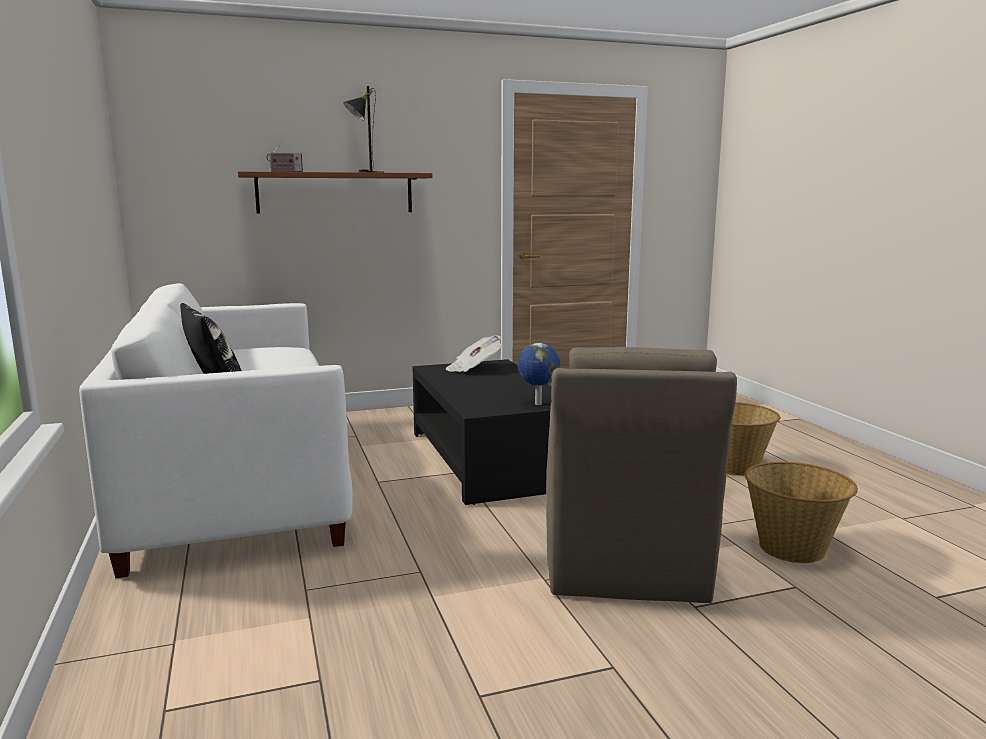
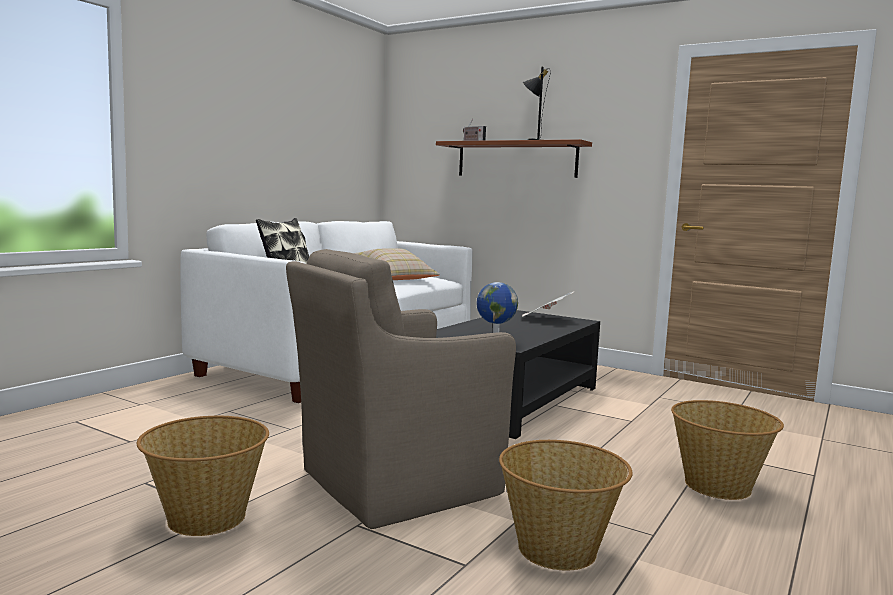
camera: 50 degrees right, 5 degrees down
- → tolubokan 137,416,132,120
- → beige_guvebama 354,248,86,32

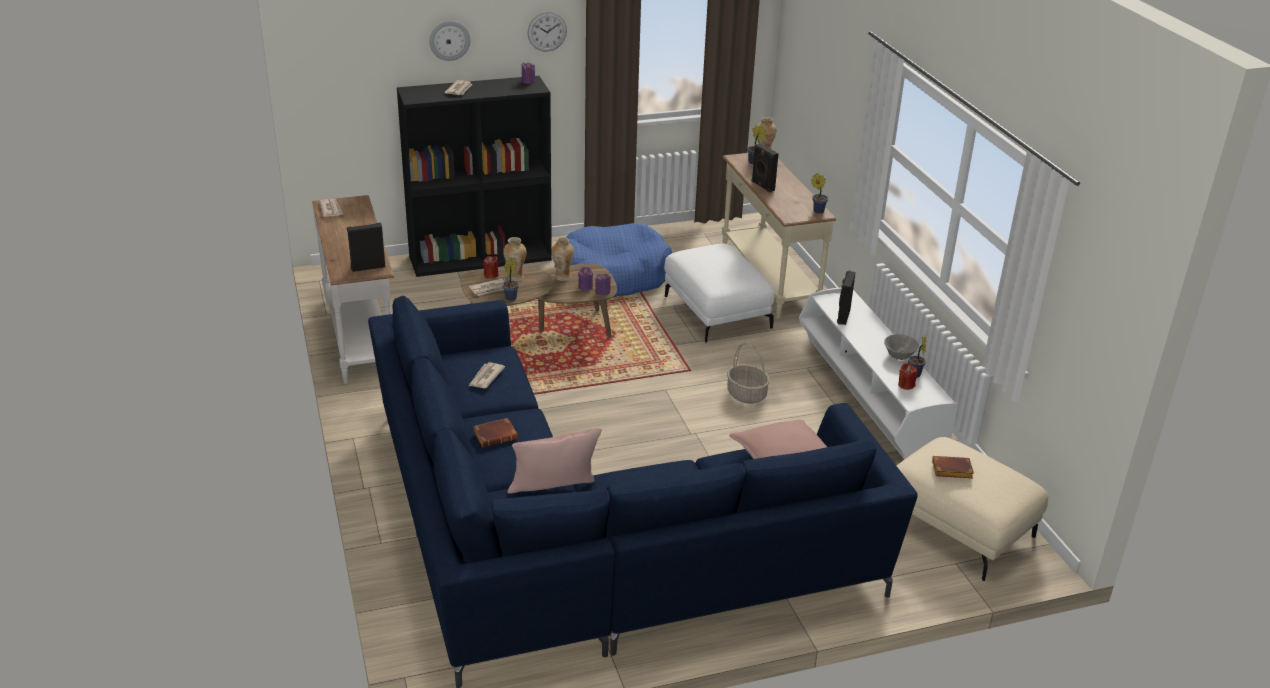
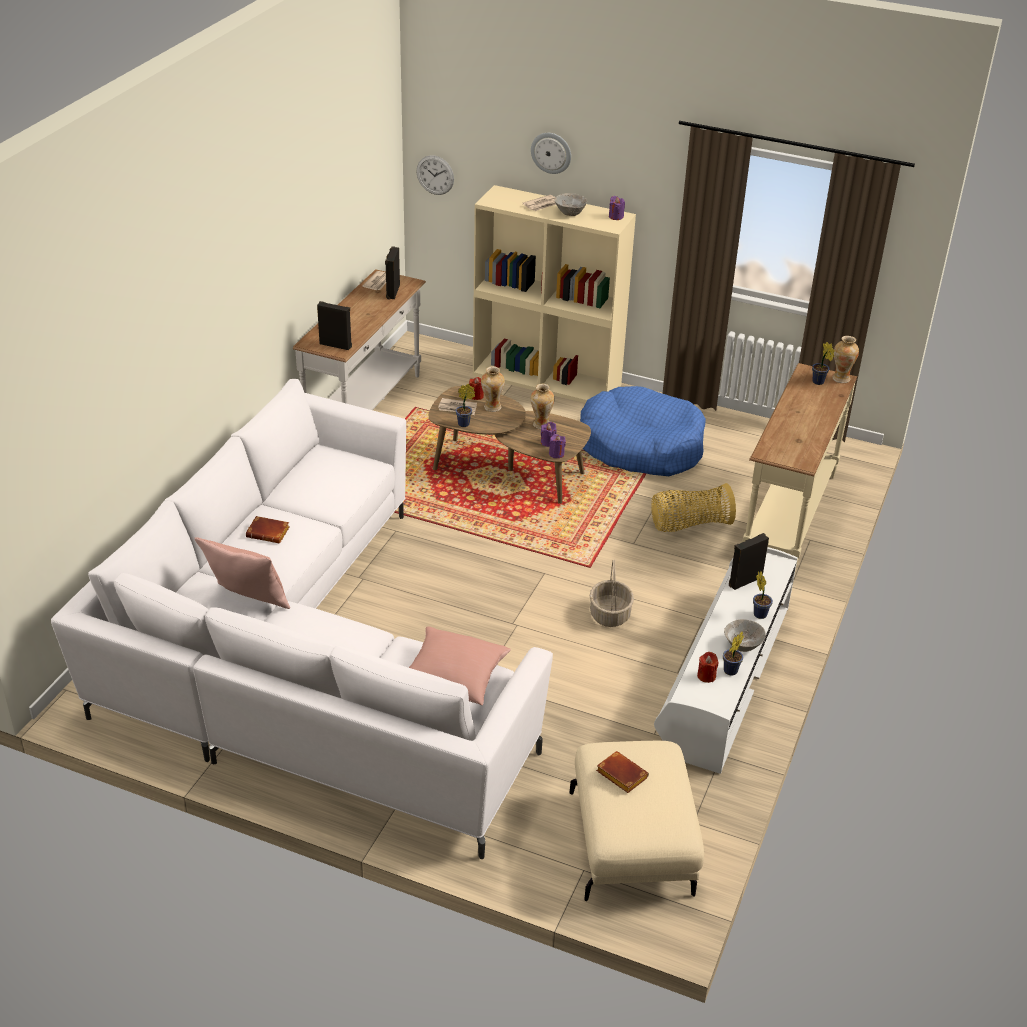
camera: 40 degrees right, 5 degrees up
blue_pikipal 368,296,550,392 → white_pikipal 51,379,502,480
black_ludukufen 397,76,155,201 → beige_ludukufen 473,185,163,218
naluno 469,362,36,26 → -
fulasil 527,12,40,40 → fulasil 416,155,38,40, move
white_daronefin 664,244,111,99 → tolubokan 651,483,85,49
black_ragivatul 752,143,27,49 → black_ragivatul 385,246,15,53, move
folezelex 811,173,17,41 → folezelex 753,571,20,48, move
- → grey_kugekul 554,193,33,23

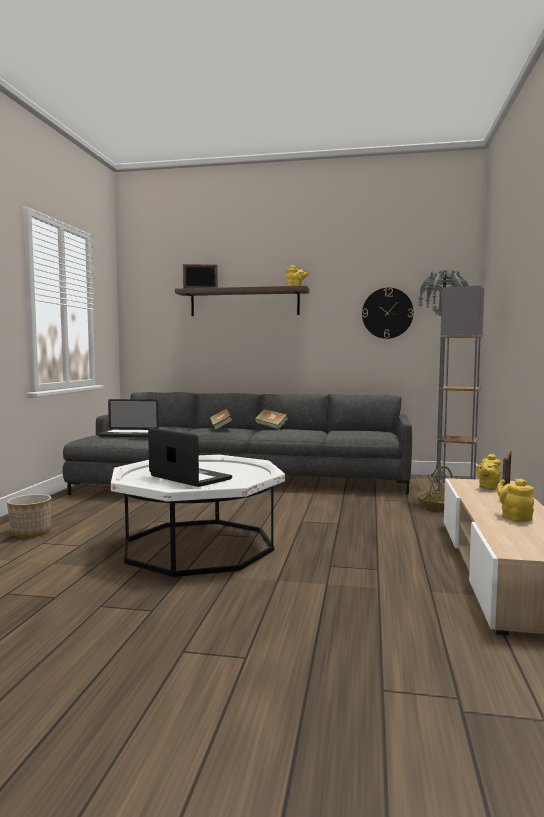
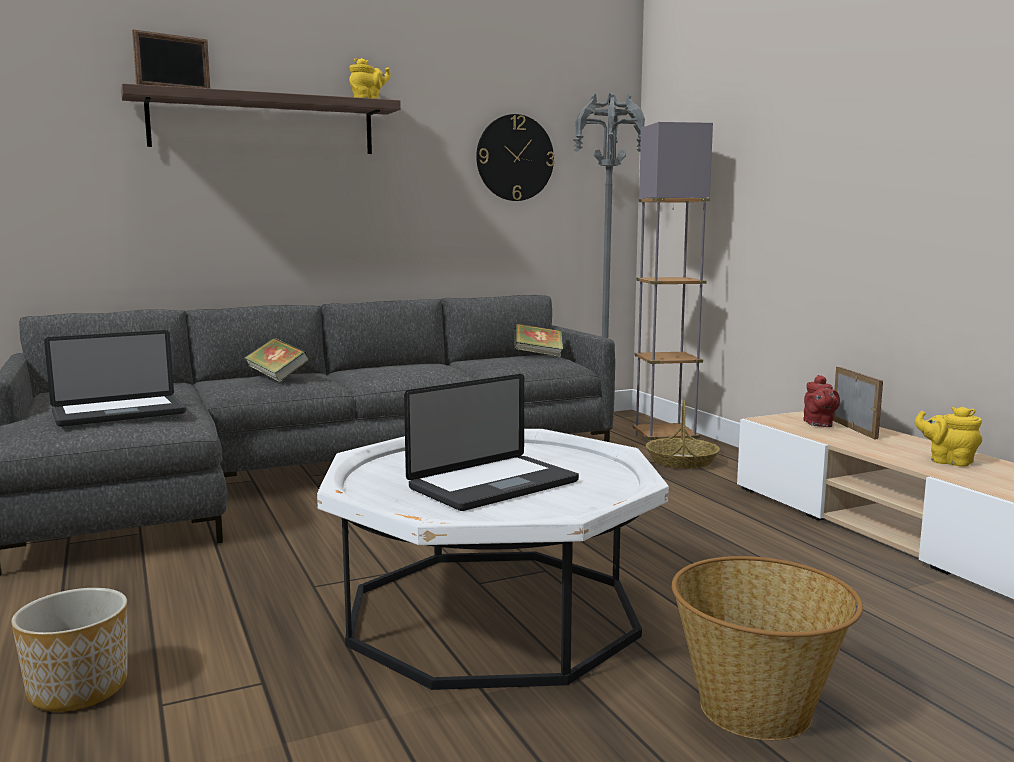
camera: 35 degrees left, 5 degrees up
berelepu 148,428,84,59 → berelepu 404,374,175,137, 135 degrees clockwise
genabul 255,409,33,21 → genabul 514,323,49,34, move
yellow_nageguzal 476,454,25,36 → red_nageguzal 803,375,37,52
- → tolubokan 672,556,191,184

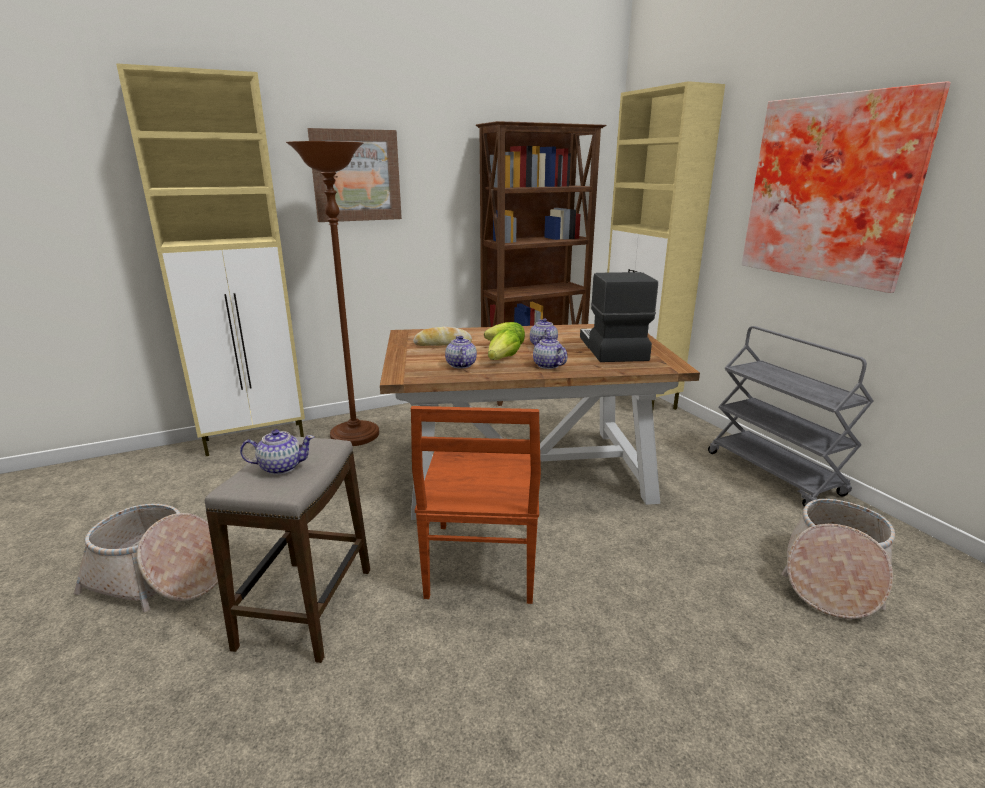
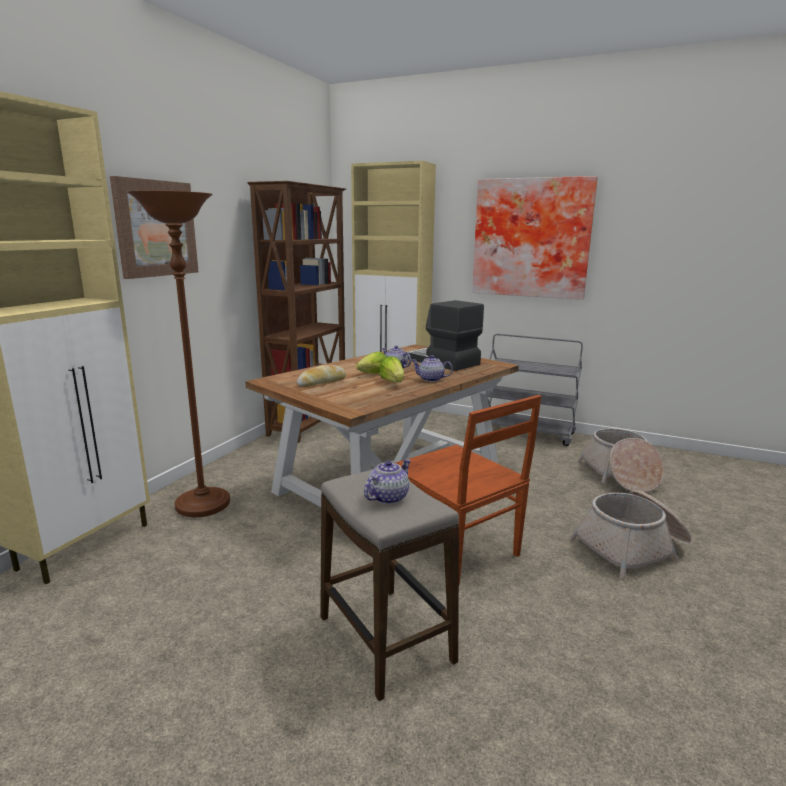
camera: 40 degrees left, 5 degrees down
tolubokan 74,504,144,108 → tolubokan 569,490,122,89, move
nageguzal 445,336,32,33 → -

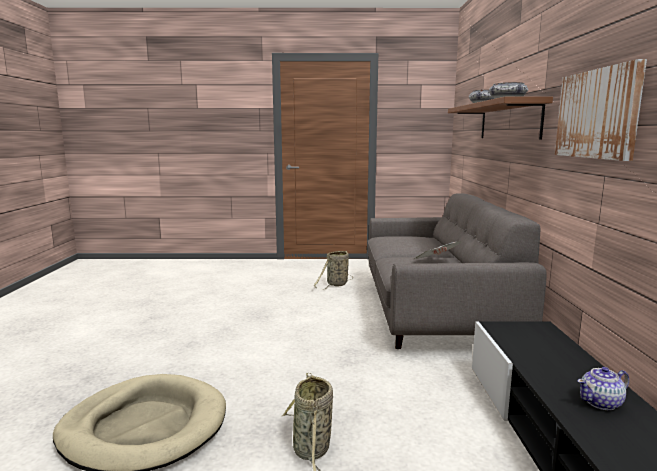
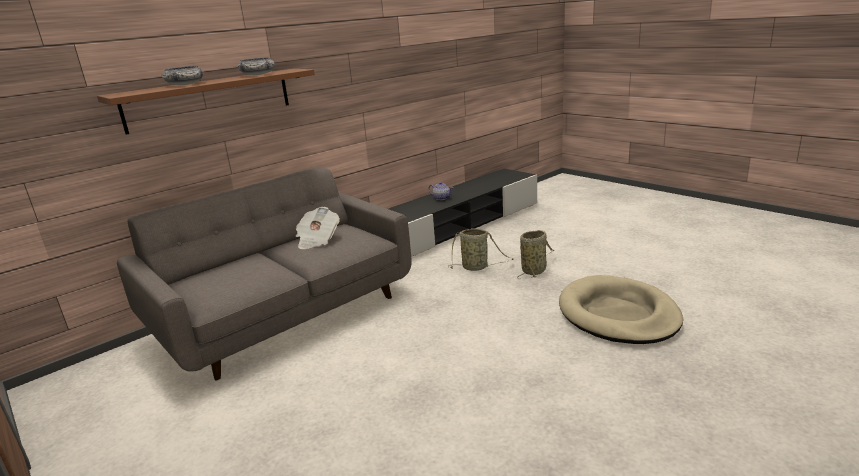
camera: 130 degrees left, 10 degrees up
tolubokan 314,251,39,39 → tolubokan 448,228,66,43, move
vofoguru 555,59,92,102 → -

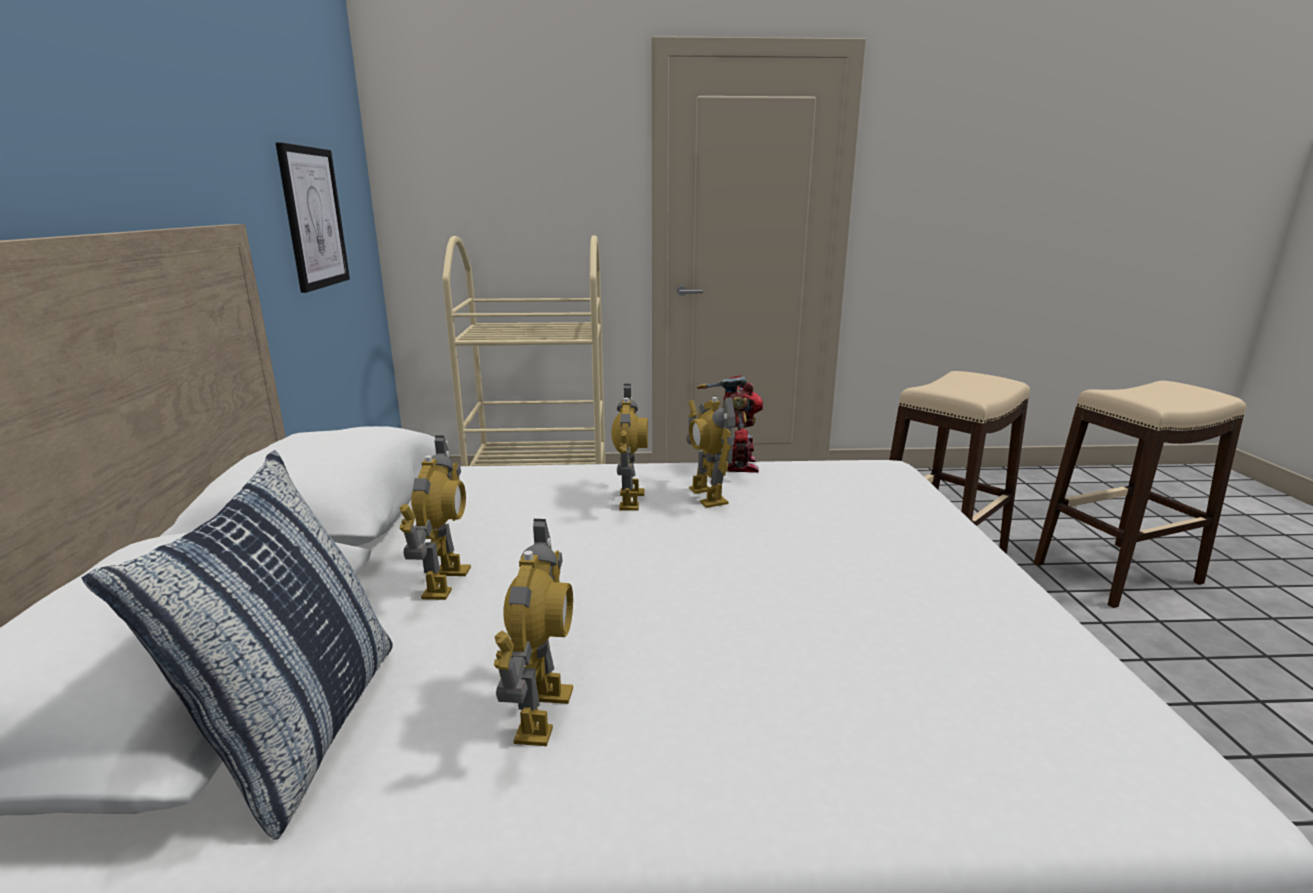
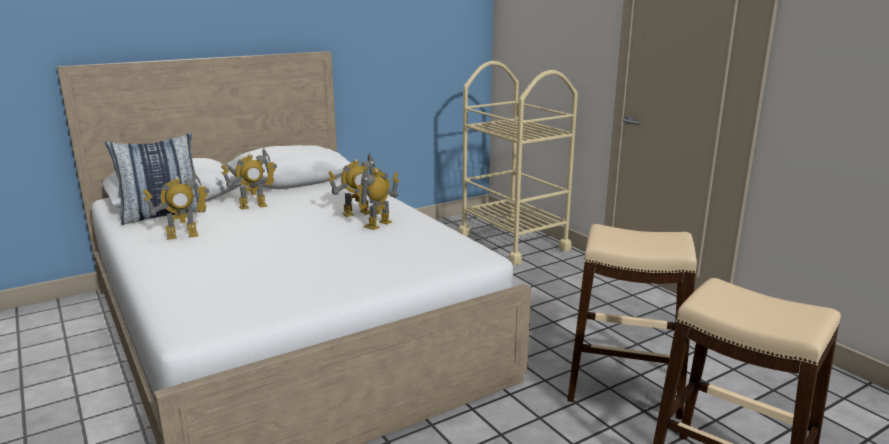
camera: 60 degrees right, 0 degrees up
vofoguru 276,142,74,151 → -
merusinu 697,375,66,98 → -

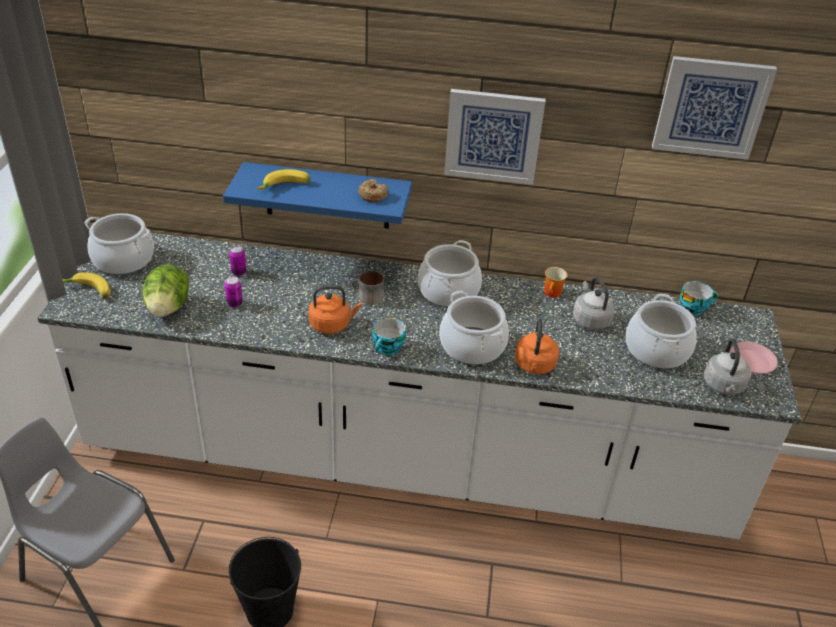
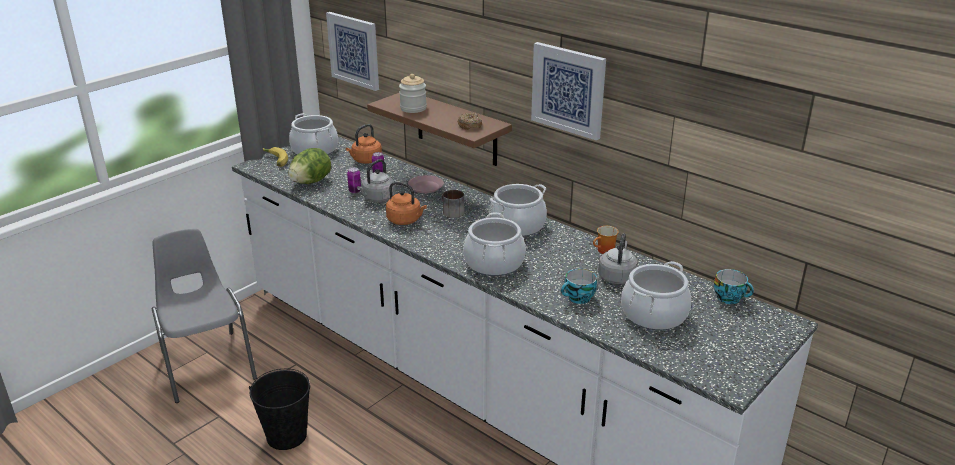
camera: 35 degrees right, 10 degrees down
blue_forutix 223,162,189,67 → brown_forutix 367,93,145,73
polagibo 257,169,53,21 → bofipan 399,74,28,39
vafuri 372,318,34,37 → vafuri 561,269,36,35, move
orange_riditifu 515,318,44,56 → orange_riditifu 346,124,36,40, move
vofoguru 652,56,125,104 → vofoguru 326,12,53,79, move
grey_riditifu 704,338,47,57 → grey_riditifu 357,159,38,44, move
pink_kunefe 730,342,48,32 → pink_kunefe 408,175,36,18, move

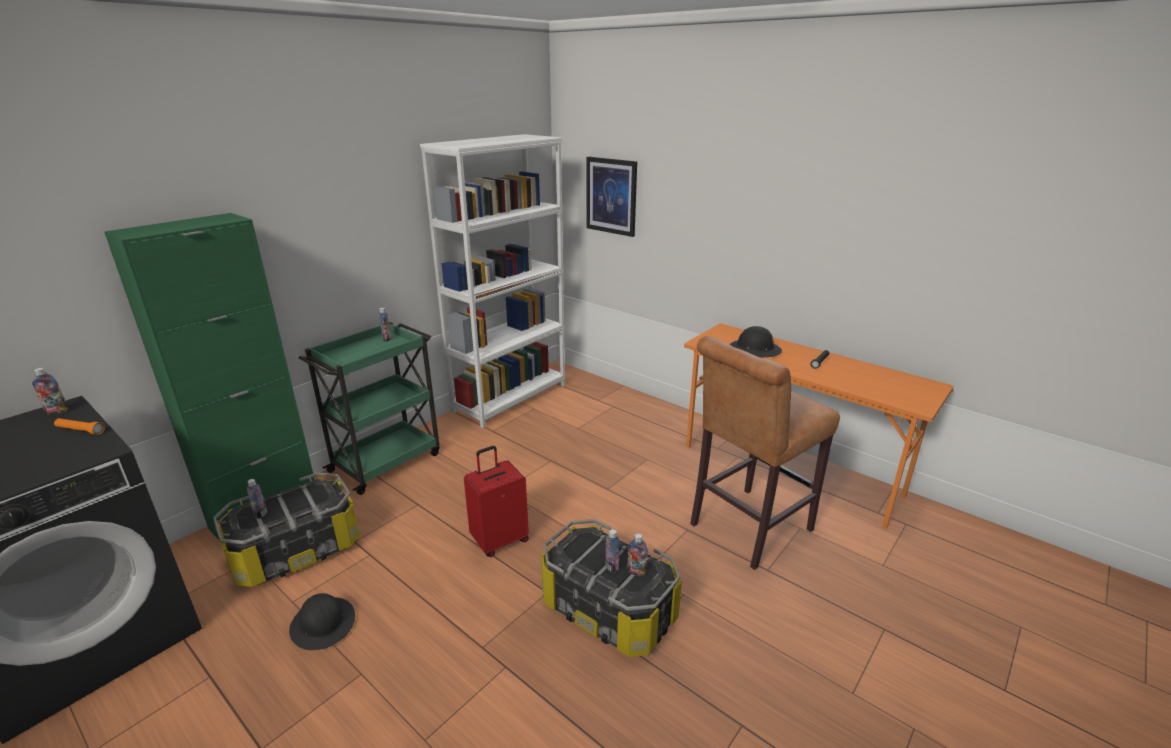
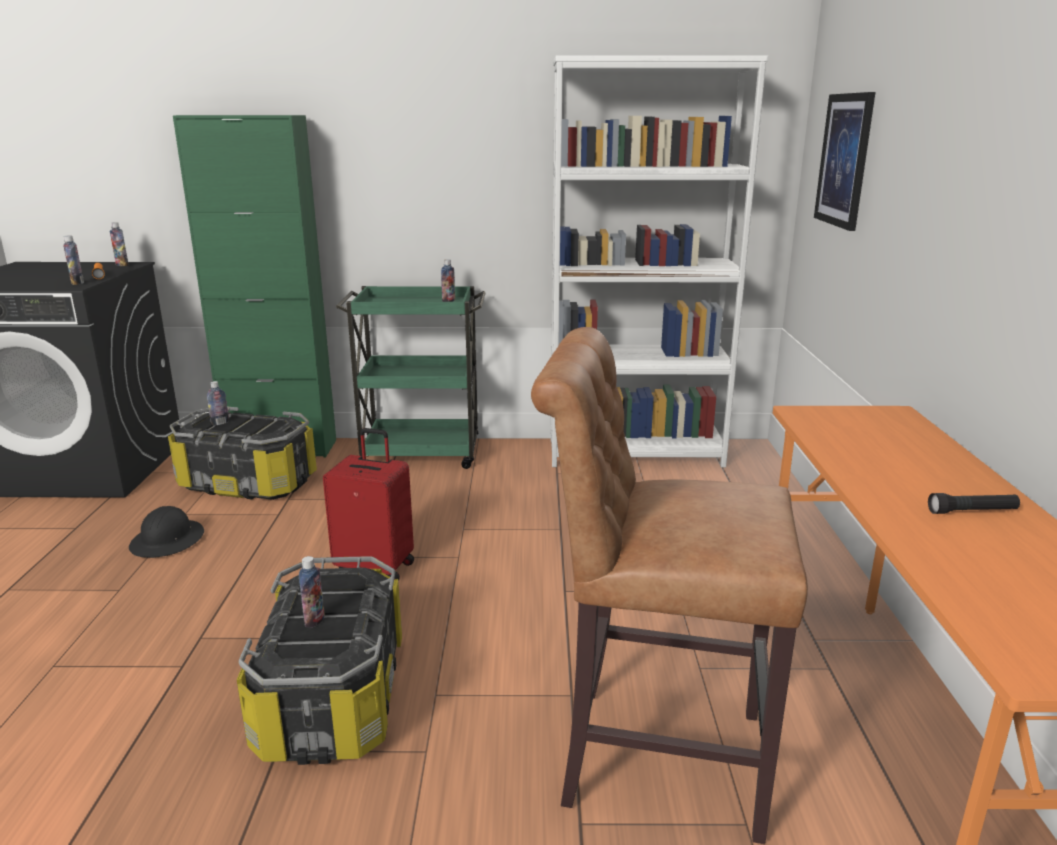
camera: 50 degrees right, 5 degrees down
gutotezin 627,533,21,43 → gutotezin 63,235,21,50, move
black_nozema 730,326,52,32 → -

